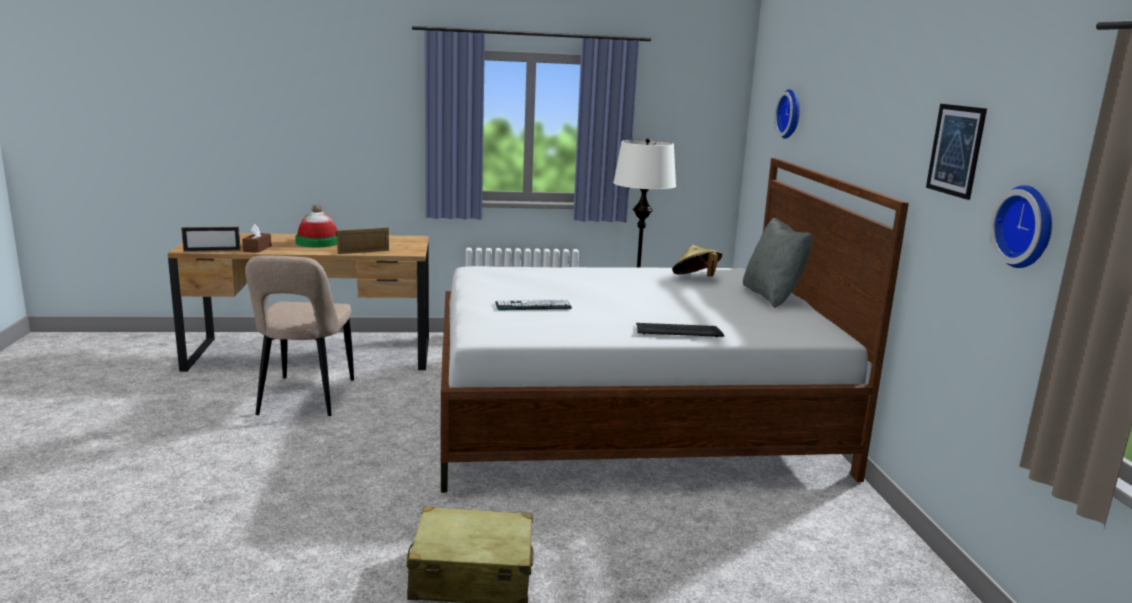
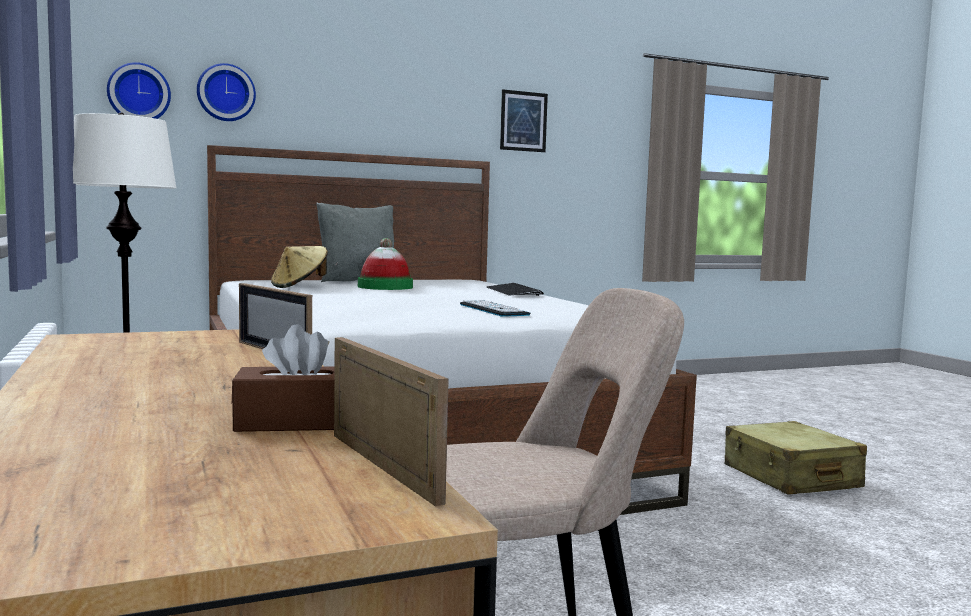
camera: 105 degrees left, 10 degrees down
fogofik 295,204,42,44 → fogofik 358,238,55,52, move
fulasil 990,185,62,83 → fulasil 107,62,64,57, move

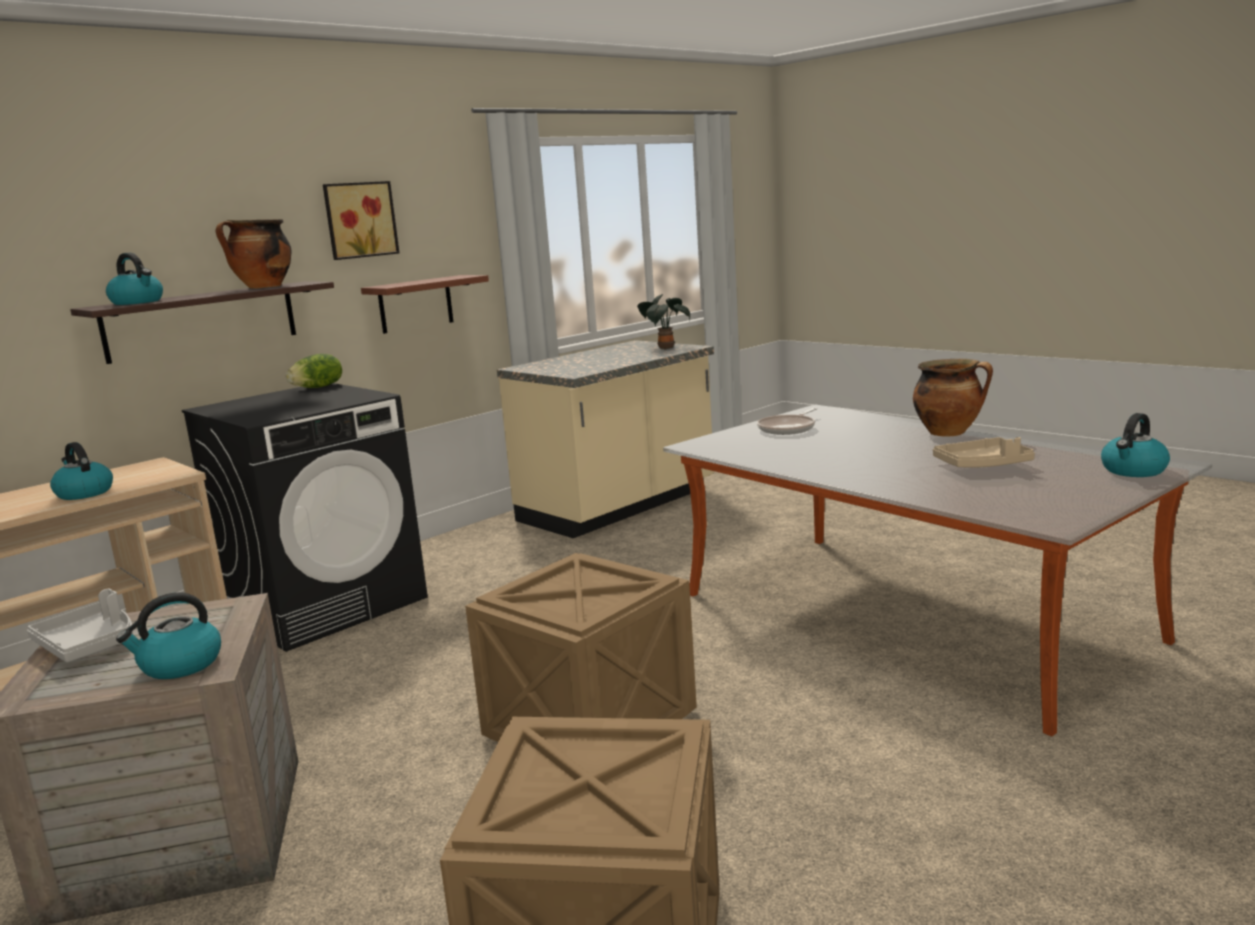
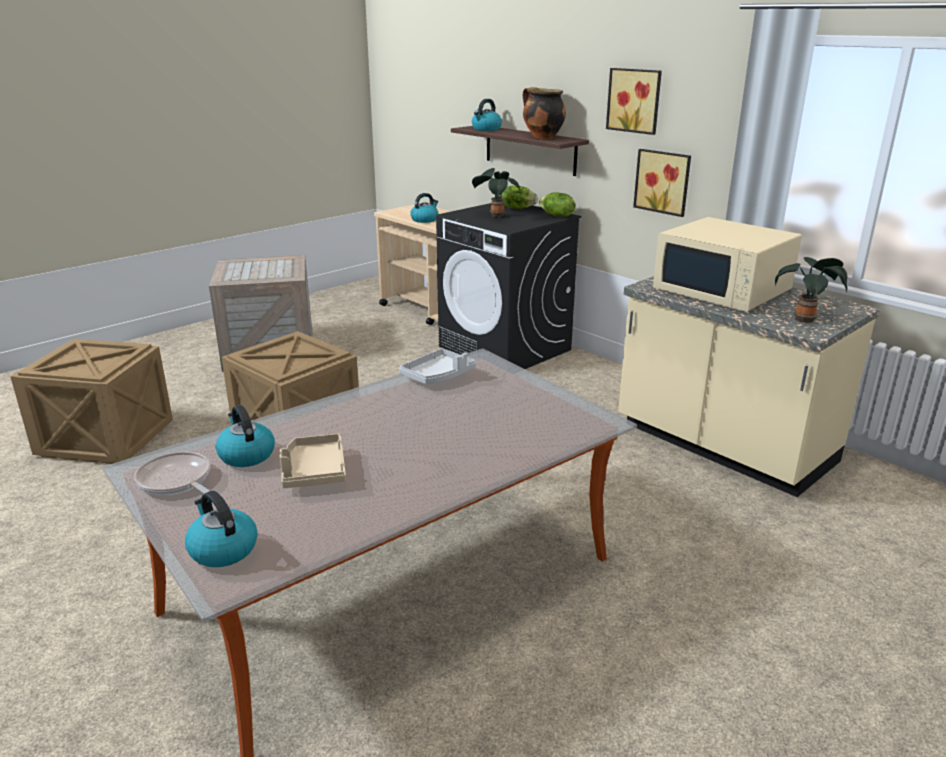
camera: 90 degrees right, 10 degrees up
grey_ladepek 27,588,106,75 → grey_ladepek 399,348,77,36, move
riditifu 116,592,105,87 → riditifu 216,405,59,62, move
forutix 361,275,128,59 → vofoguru 633,149,58,68
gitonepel 757,408,60,27 → gitonepel 134,452,76,43, move
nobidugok 913,359,80,78 → -
- → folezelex 472,168,48,50
- → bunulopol 500,186,38,23
- → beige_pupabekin 653,217,149,95

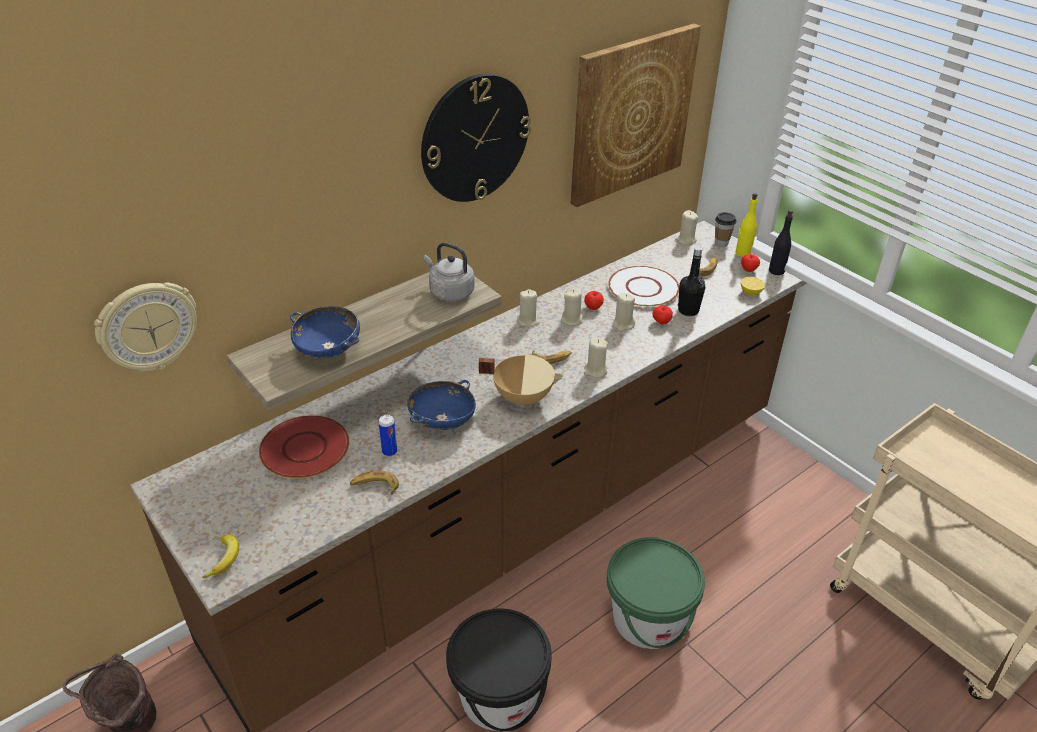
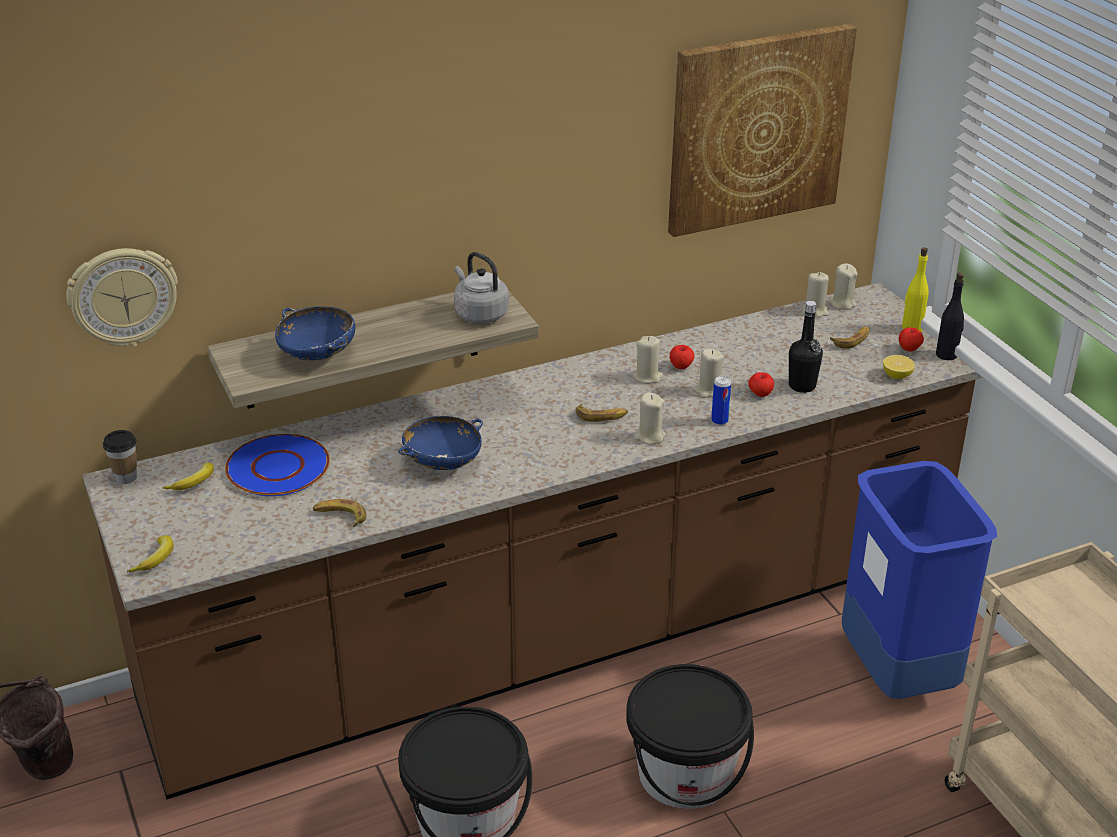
camera: 15 degrees right, 5 degrees down
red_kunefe 259,415,90,63 → blue_kunefe 225,434,105,62
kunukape 378,415,19,41 → kunukape 711,376,20,49, move
fulasil 421,73,110,129 → -
beige_nobidugok 479,354,85,54 → -
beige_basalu 517,289,23,39 → beige_basalu 803,272,26,46, move
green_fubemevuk 606,537,99,112 → black_fubemevuk 626,664,128,145
white_kunefe 608,266,71,41 → -
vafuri 715,212,21,35 → vafuri 103,430,34,54, move
- → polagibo 163,463,51,27
- → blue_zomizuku 842,461,155,238

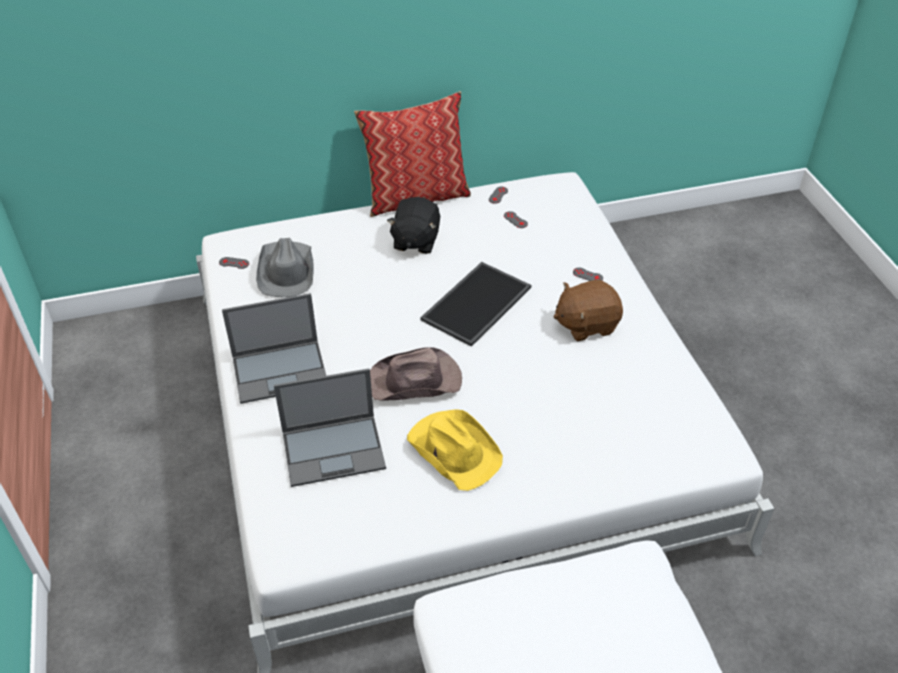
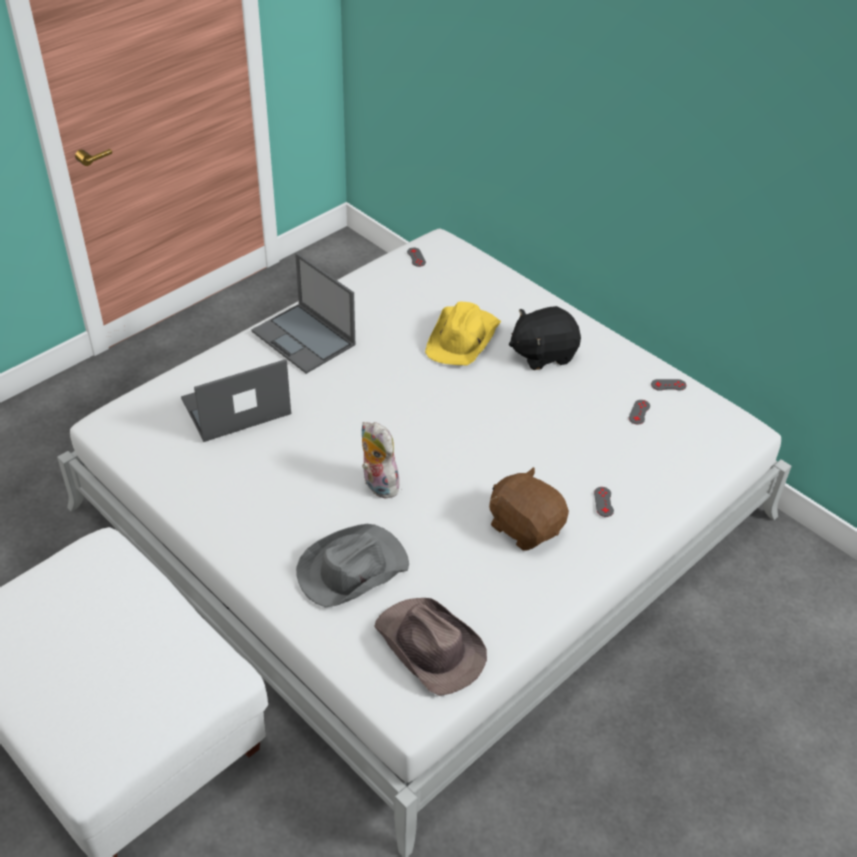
camera: 60 degrees right, 0 degrees up
grey_fogofik 256,238,58,60 → grey_fogofik 296,524,113,83, move
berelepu 274,368,112,119 → berelepu 181,359,110,83, 105 degrees clockwise
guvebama 354,91,117,126 → -
brown_fogofik 370,347,92,54 → brown_fogofik 374,598,113,98, move
yellow_fogofik 407,409,96,82 → yellow_fogofik 425,302,76,63, move
ladepek 420,262,111,85 → -
- → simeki 362,422,37,77

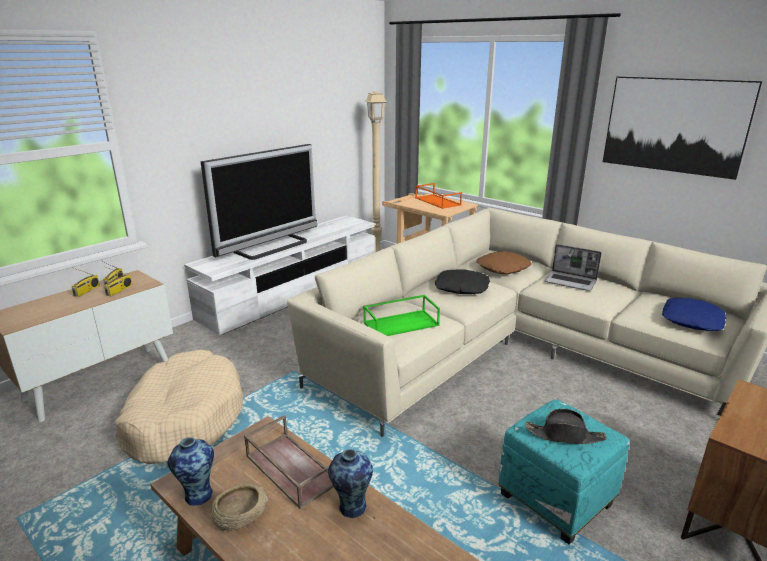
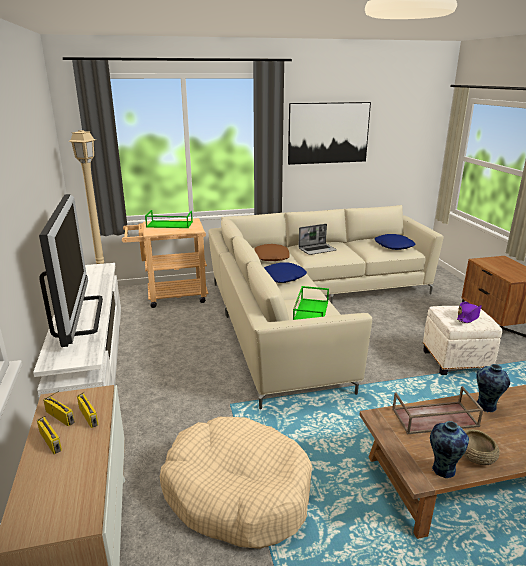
camera: 55 degrees left, 0 degrees up
orange_ladepek 415,183,47,26 → green_ladepek 145,210,48,18
black_guvebama 435,269,55,25 → blue_guvebama 264,262,43,21
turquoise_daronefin 498,399,132,146 → white_daronefin 423,305,79,70
black_fogofik 525,409,81,35 → purple_fogofik 457,302,25,21

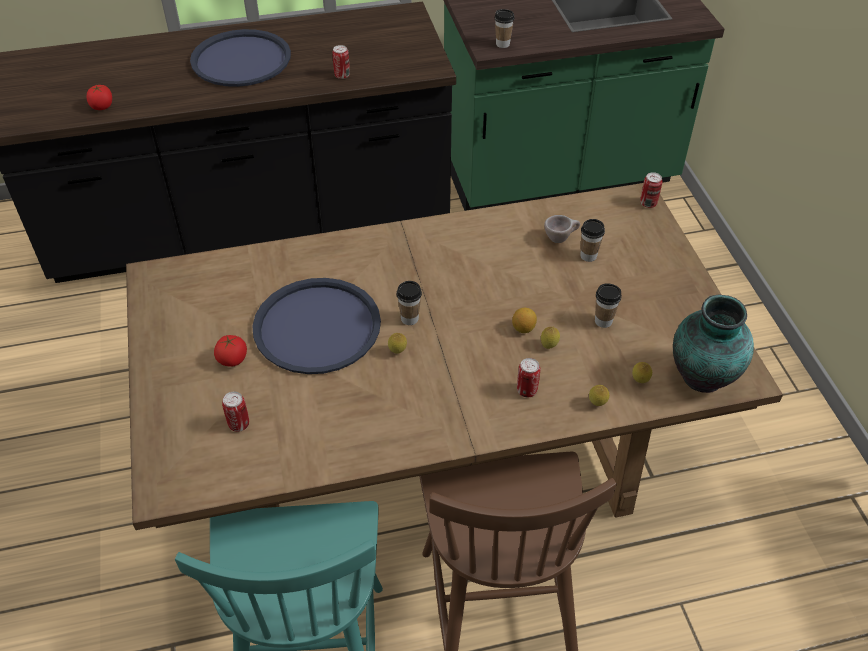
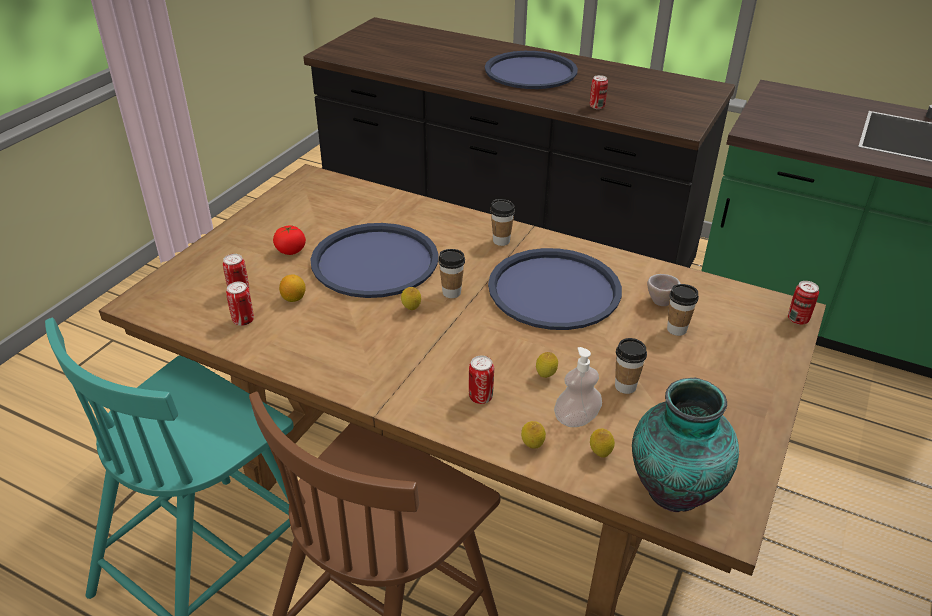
camera: 40 degrees right, 10 degrees down
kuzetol 87,85,25,25 → -
vafuri 495,9,19,39 → vafuri 490,199,25,47, move
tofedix 512,308,25,25 → tofedix 279,274,27,28, move
- → kunukape 226,282,28,44
- → blue_ladepek 488,248,134,82
- → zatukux 554,347,48,80

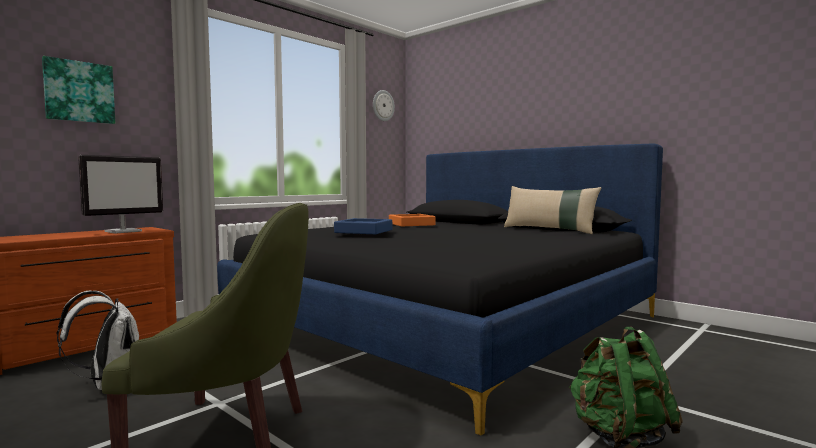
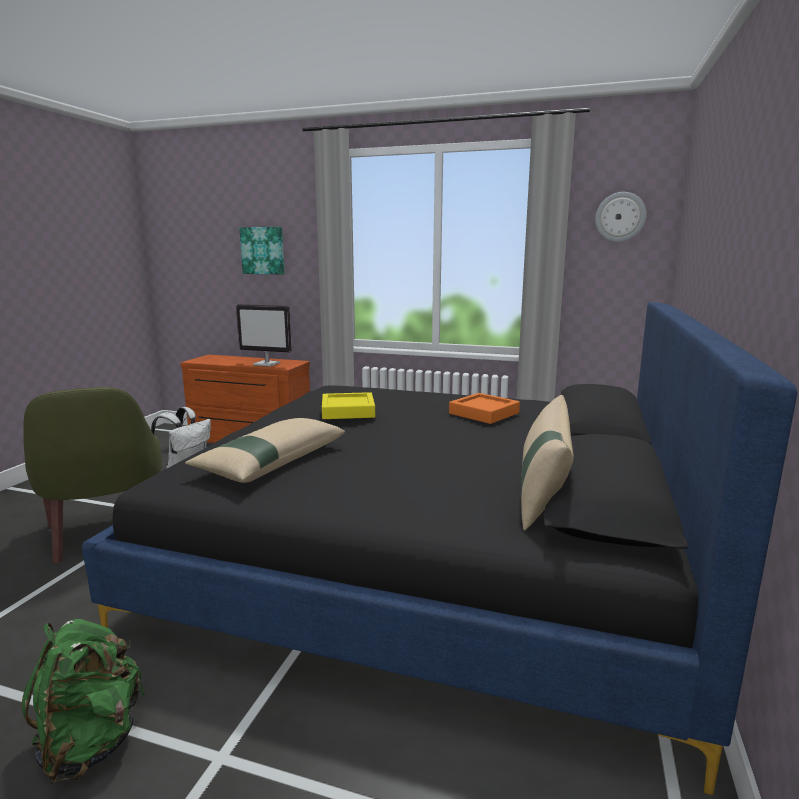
camera: 65 degrees right, 10 degrees up
blue_ladepek 334,218,58,16 → yellow_ladepek 322,392,53,27
- → beige_guvebama 185,418,160,65

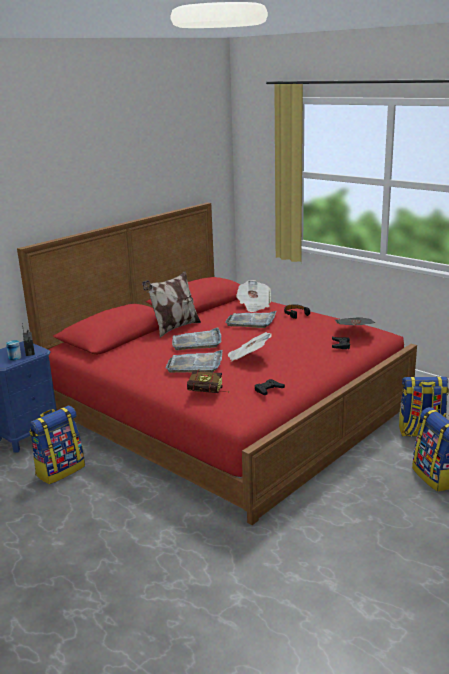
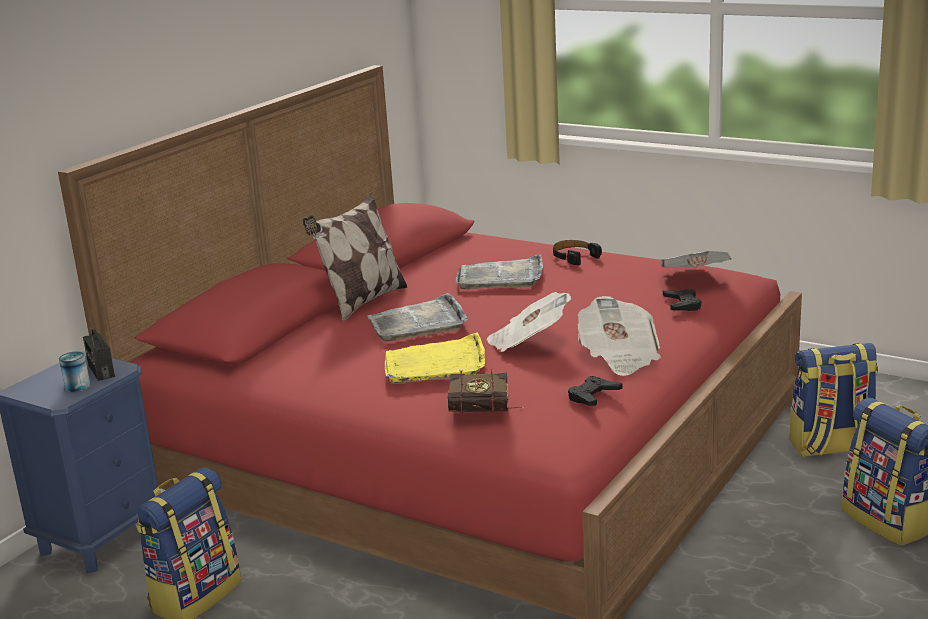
camera: 10 degrees left, 0 degrees up
grey_ladepek 166,350,57,23 → yellow_ladepek 385,332,100,51
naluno 236,280,35,32 → naluno 578,296,83,80, move

